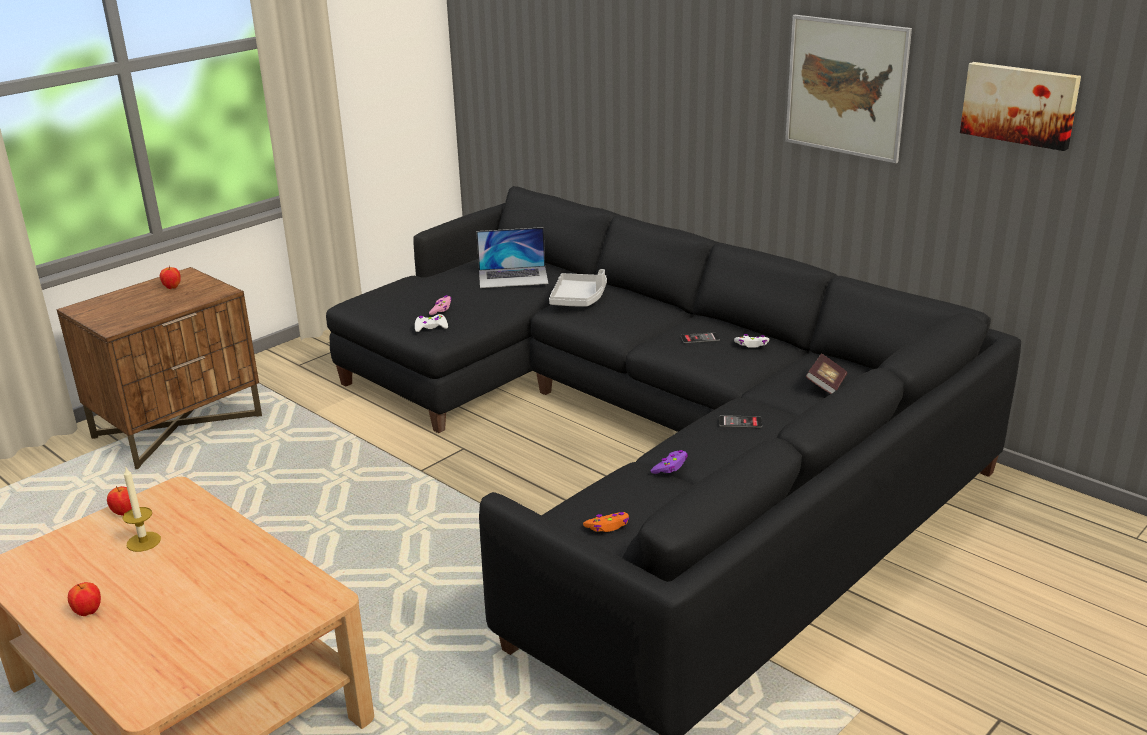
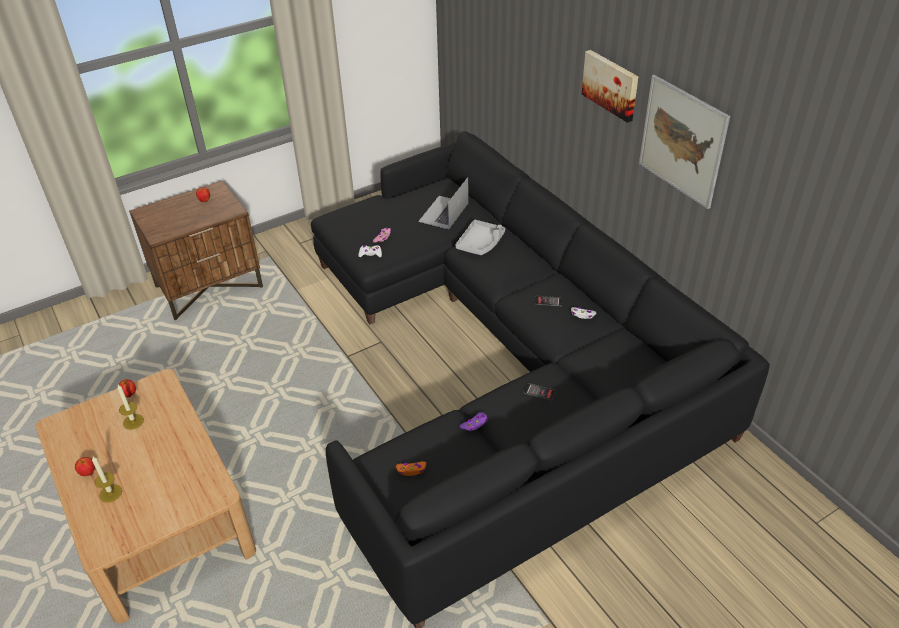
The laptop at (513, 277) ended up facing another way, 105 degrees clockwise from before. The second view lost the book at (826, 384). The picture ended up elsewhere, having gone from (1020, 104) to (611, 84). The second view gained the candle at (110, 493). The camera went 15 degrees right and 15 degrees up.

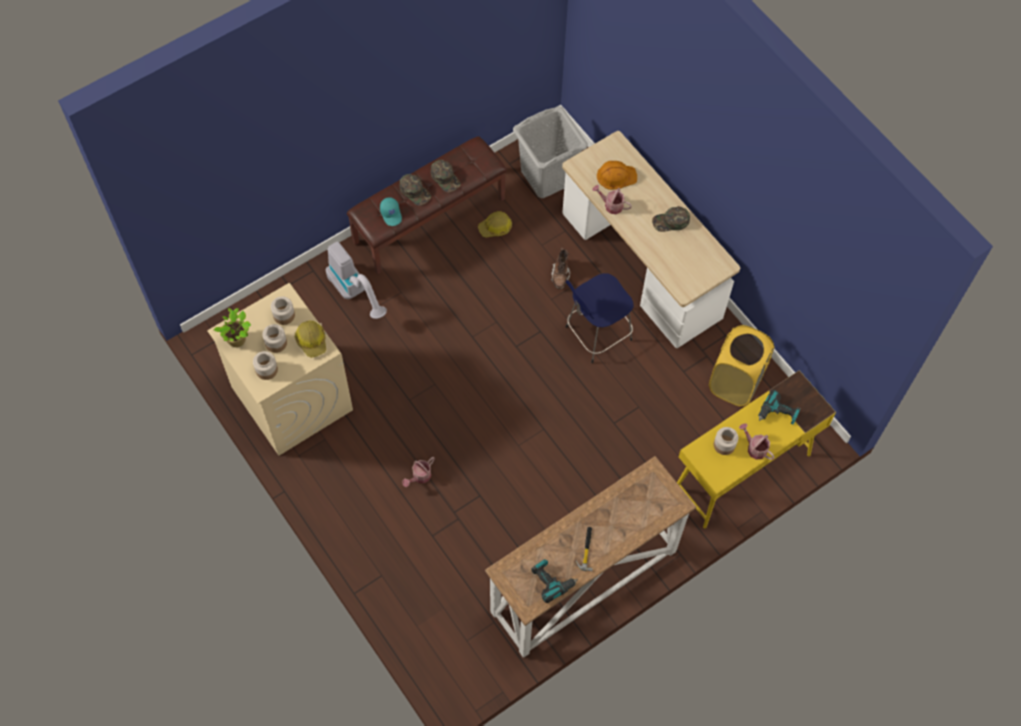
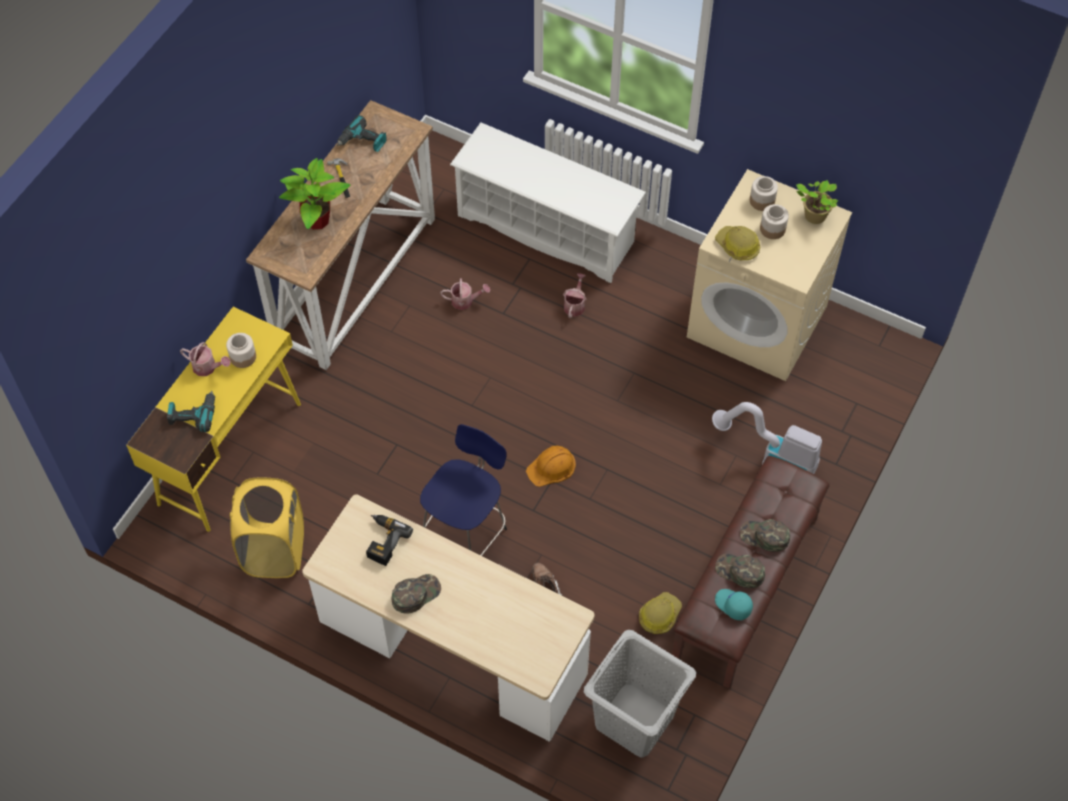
The second view lost the jar at (283, 315). The turquoise_cap ended up elsewhere, having gone from (391, 214) to (732, 605). The watering_can ended up elsewhere, having gone from (611, 205) to (465, 301). The orange_hard_hat ended up elsewhere, having gone from (616, 176) to (552, 467). The second view gained the potted_plant at (316, 220). The second view gained the power_drill at (383, 541). The second view gained the white_shoe_rack at (547, 229). The camera went 155 degrees right and 5 degrees down.

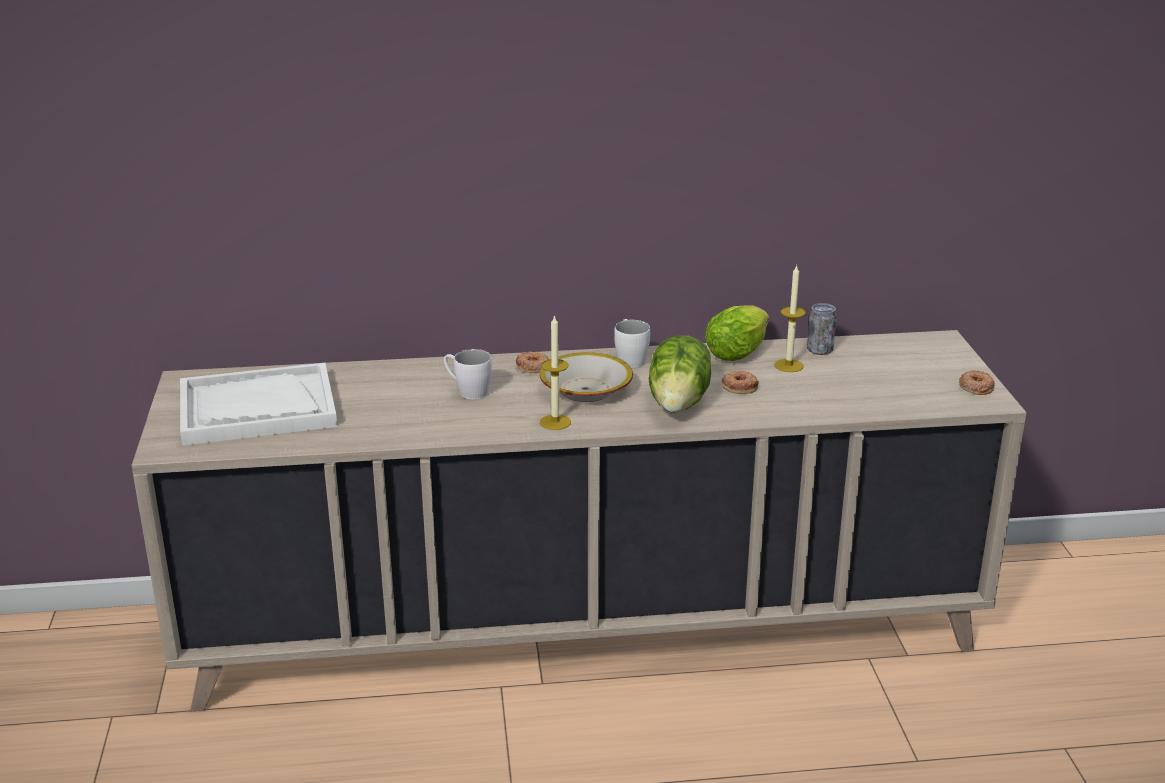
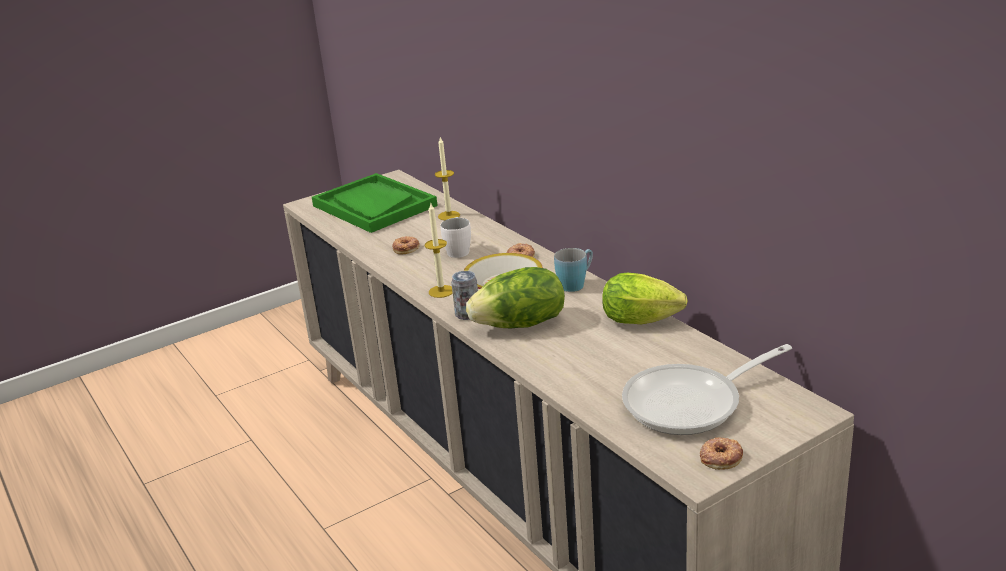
What was the white_tray at (257, 409) turned into the green_tray at (374, 206). What was the white_mug at (629, 359) turned into the blue_mug at (576, 283). The donut ended up elsewhere, having gone from (739, 386) to (406, 248). The candle ended up elsewhere, having gone from (788, 365) to (449, 215). The can ended up elsewhere, having gone from (819, 350) to (467, 314). The second view gained the frying_pan at (691, 403). The camera went 65 degrees right and 0 degrees up.

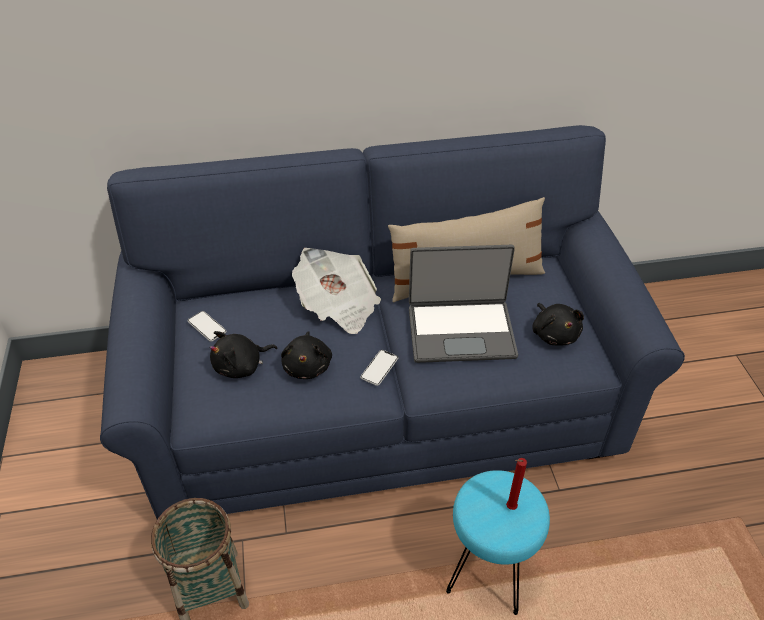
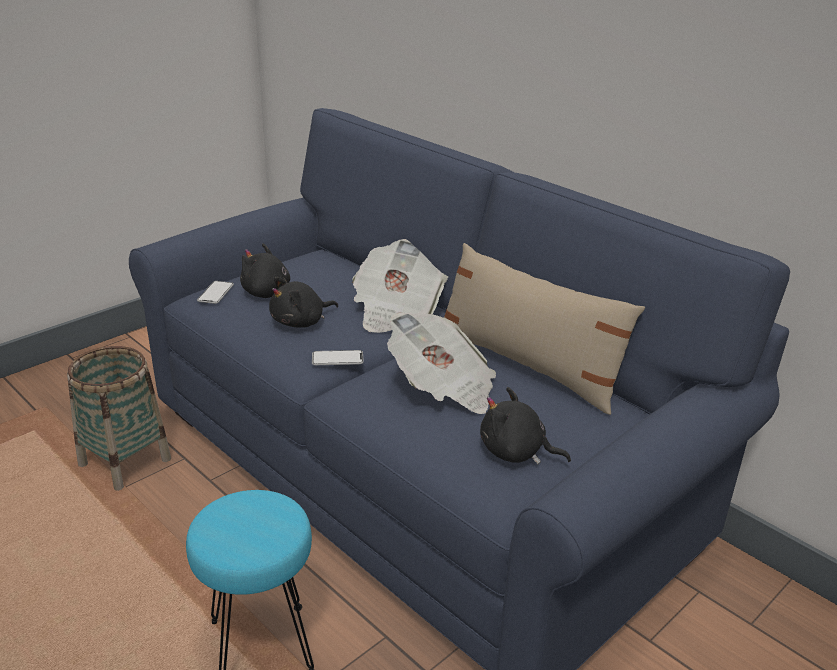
The phone ended up elsewhere, having gone from (207, 327) to (215, 293). Where the laptop stood at (461, 331), the newspaper came to stand at (442, 387). The second view lost the red_candle at (509, 508). The black_plush_toy at (554, 333) ended up facing another way, 75 degrees clockwise from before. The camera went 55 degrees right and 15 degrees down.

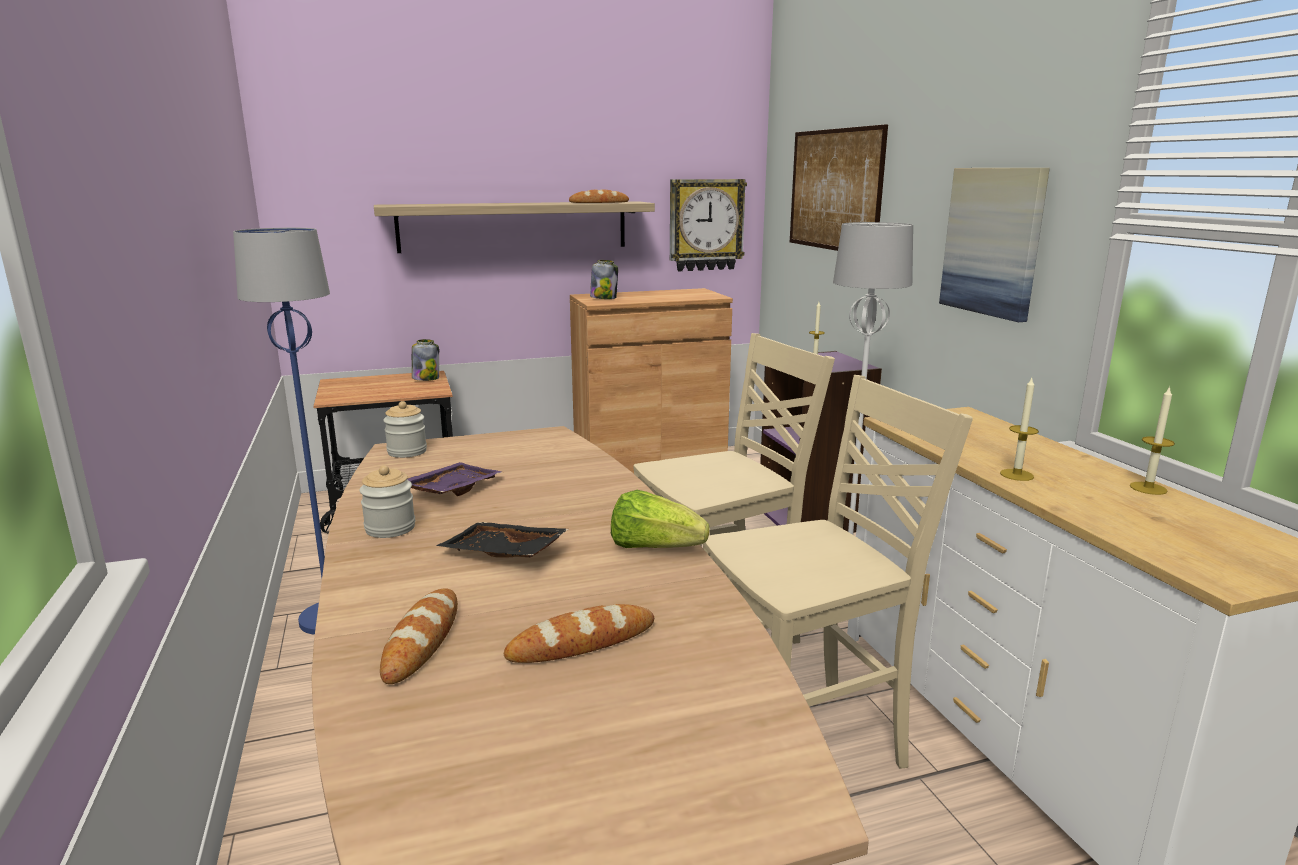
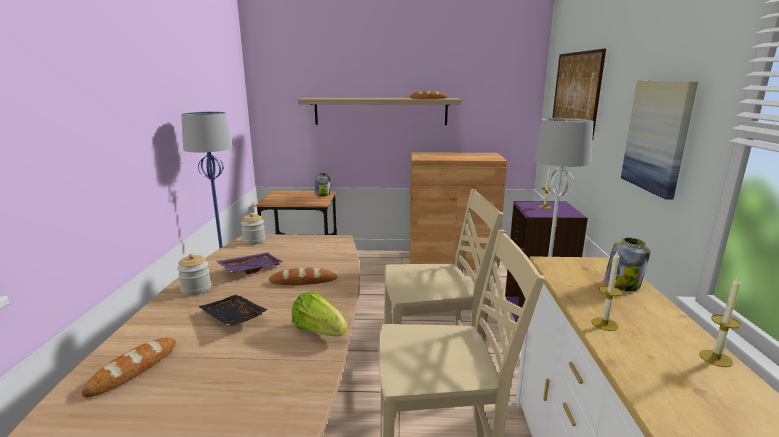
The bread ended up elsewhere, having gone from (582, 642) to (303, 281). The jar ended up elsewhere, having gone from (604, 298) to (622, 284). The second view lost the wall_clock at (705, 225). The camera went 20 degrees right and 0 degrees up.

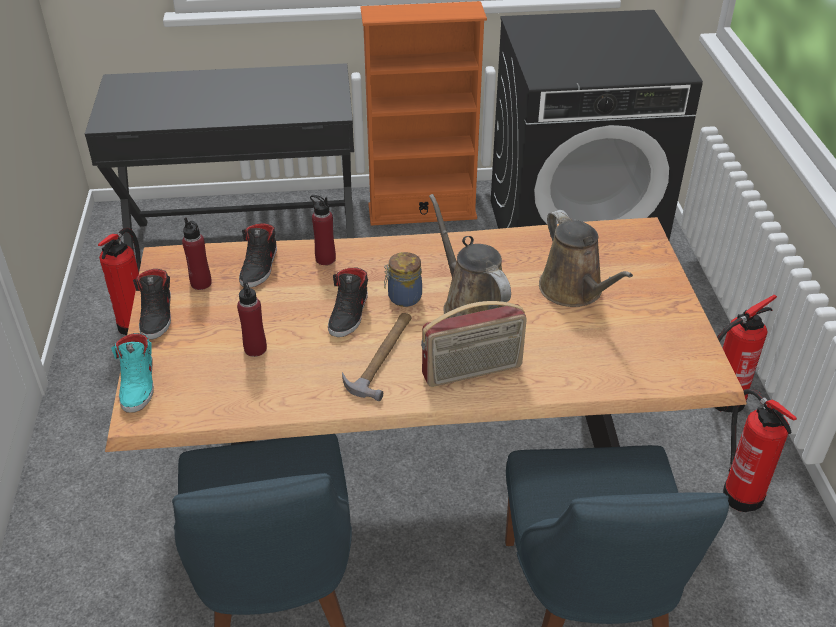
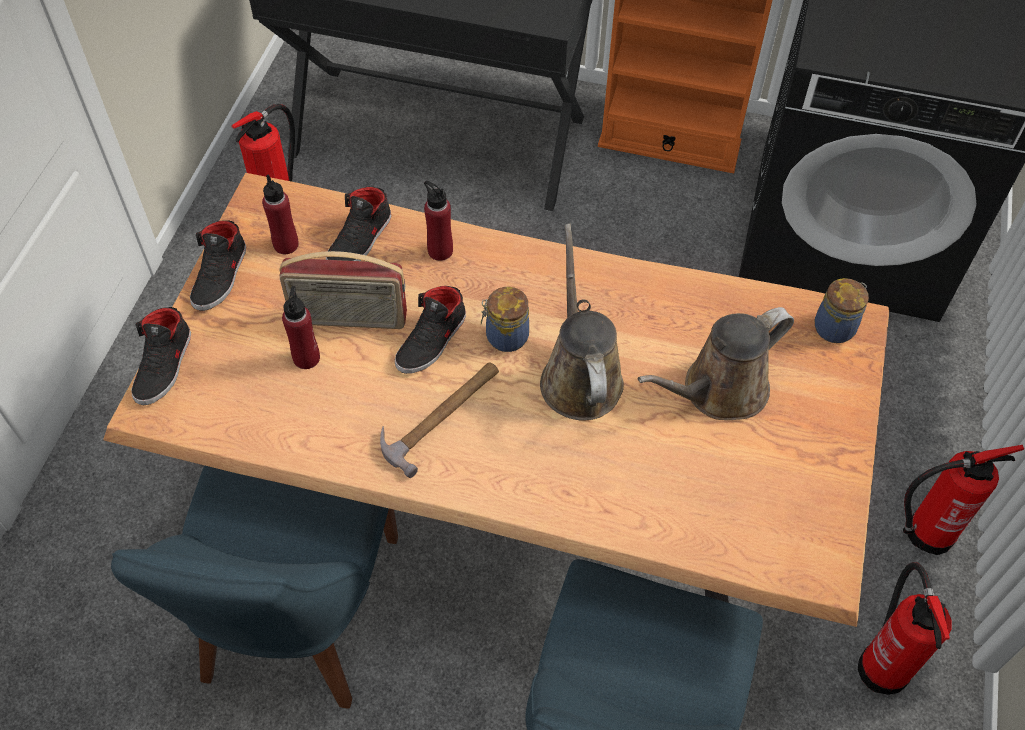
What was the turquoise_shoe at (139, 384) turned into the black_shoe at (164, 366). The radio ended up elsewhere, having gone from (472, 372) to (349, 319). The brown_watering_can at (574, 291) ended up facing another way, 60 degrees clockwise from before. The second view gained the jar at (835, 327). The camera went 20 degrees right and 15 degrees up.

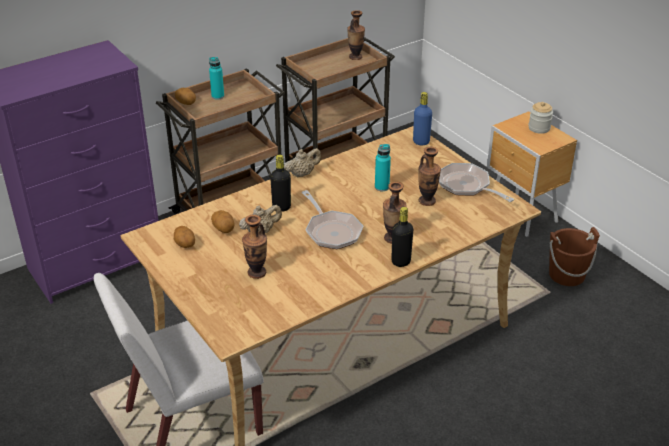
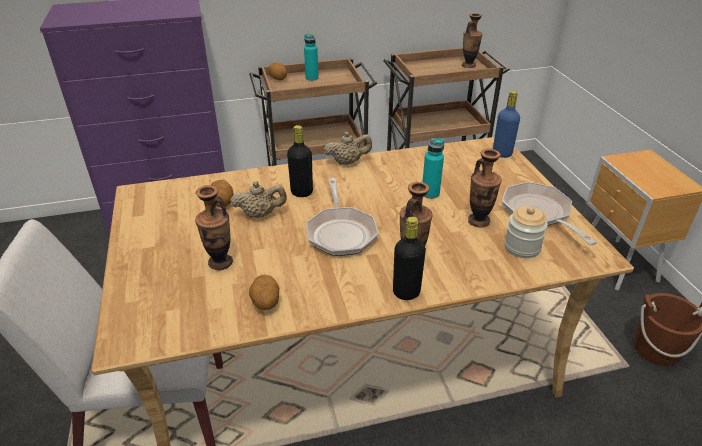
The potato ended up elsewhere, having gone from (184, 245) to (265, 303). The jar ended up elsewhere, having gone from (539, 128) to (522, 247). The camera went 20 degrees right and 0 degrees up.

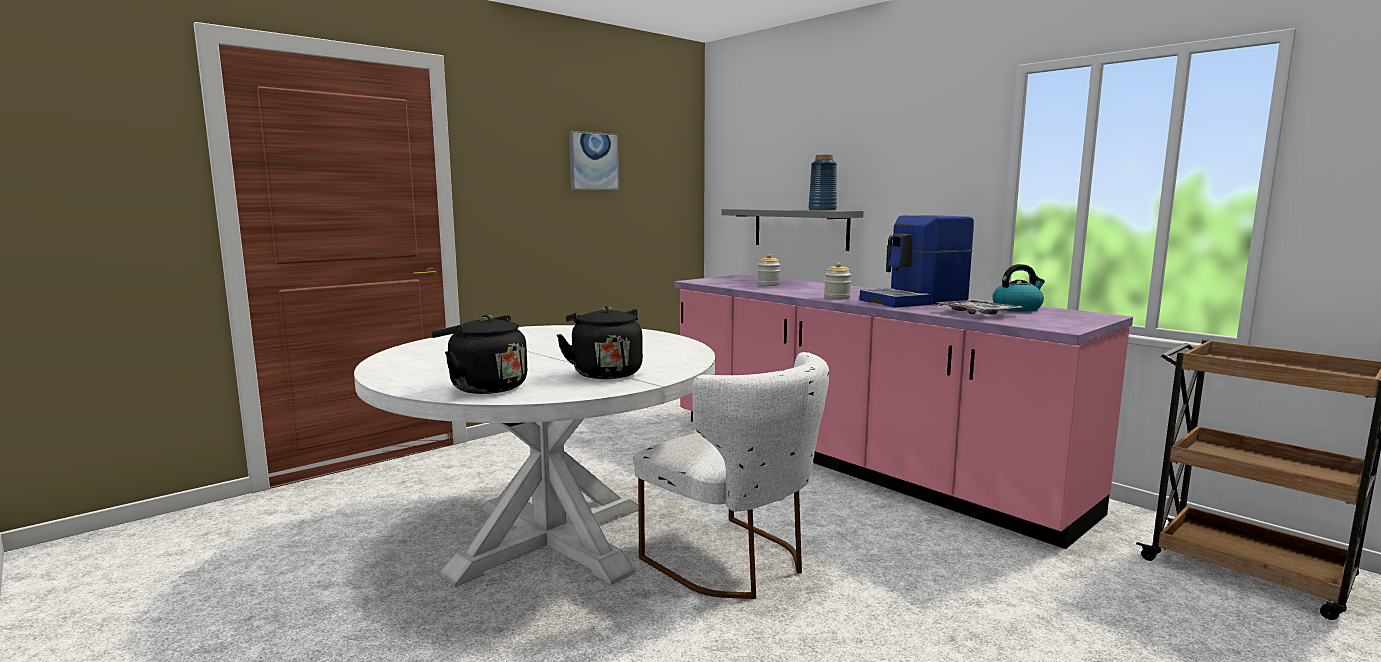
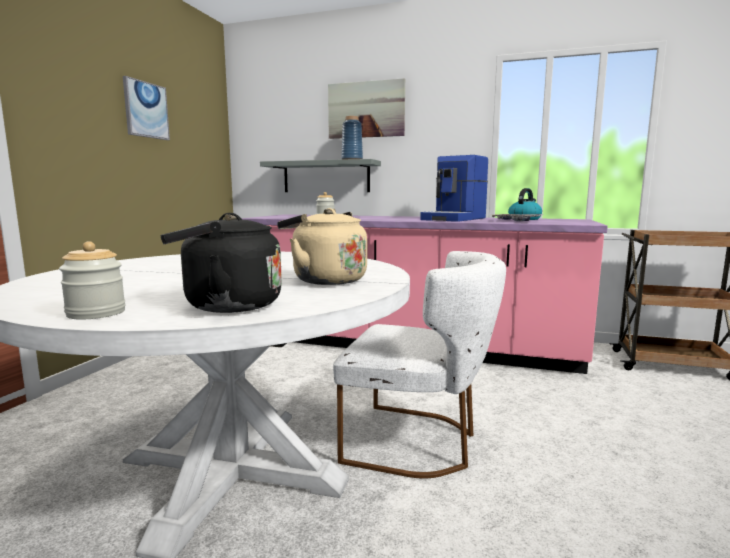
What was the black_kettle at (605, 373) turned into the beige_kettle at (325, 280). The jar ended up elsewhere, having gone from (837, 297) to (96, 313). The second view gained the picture at (366, 109). The camera went 30 degrees left and 0 degrees up.

